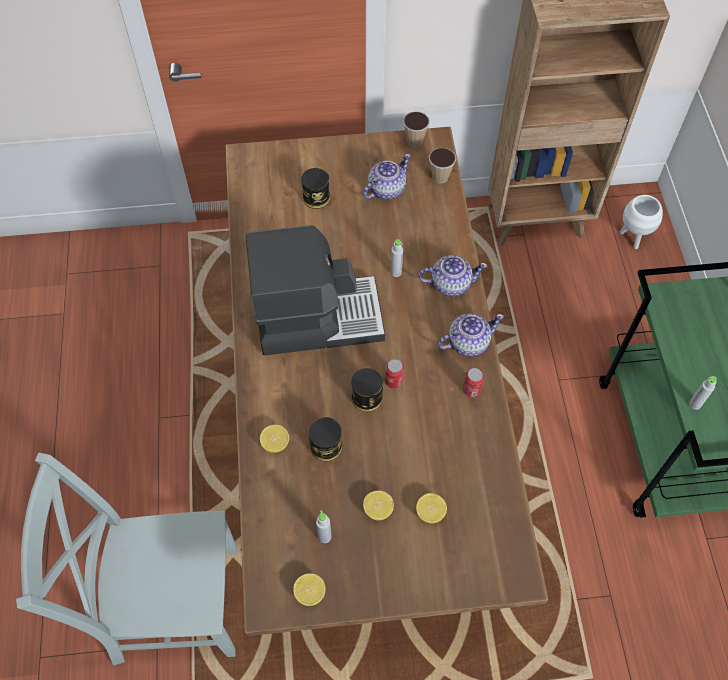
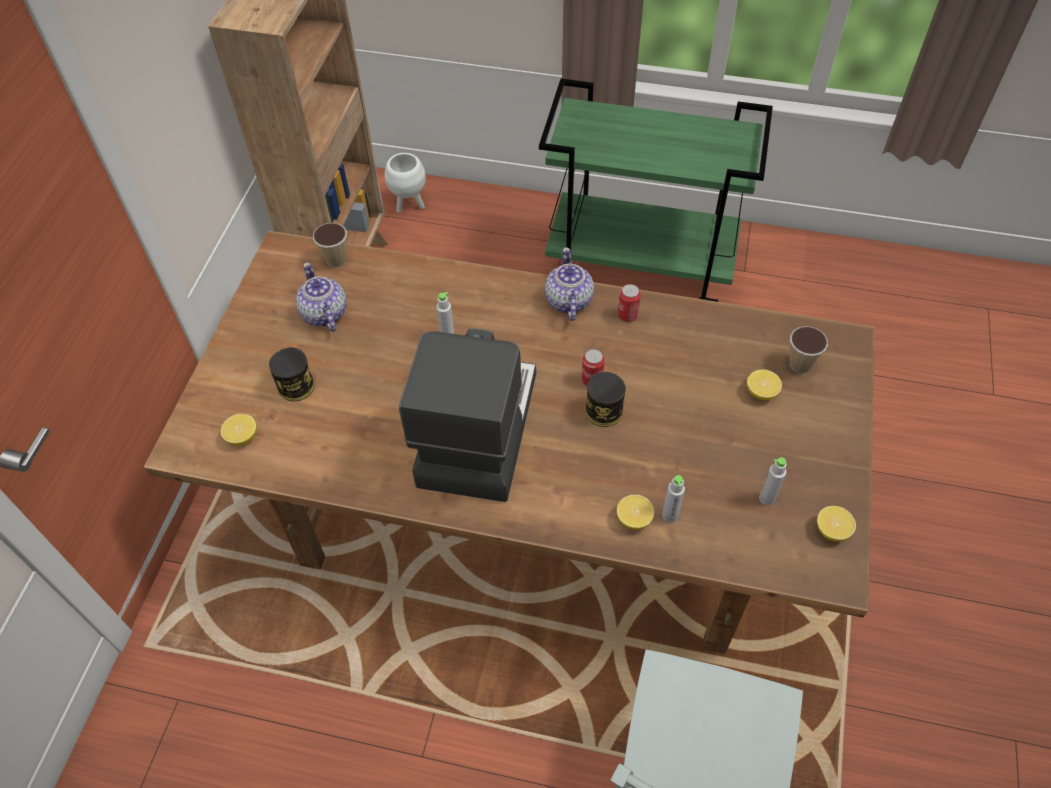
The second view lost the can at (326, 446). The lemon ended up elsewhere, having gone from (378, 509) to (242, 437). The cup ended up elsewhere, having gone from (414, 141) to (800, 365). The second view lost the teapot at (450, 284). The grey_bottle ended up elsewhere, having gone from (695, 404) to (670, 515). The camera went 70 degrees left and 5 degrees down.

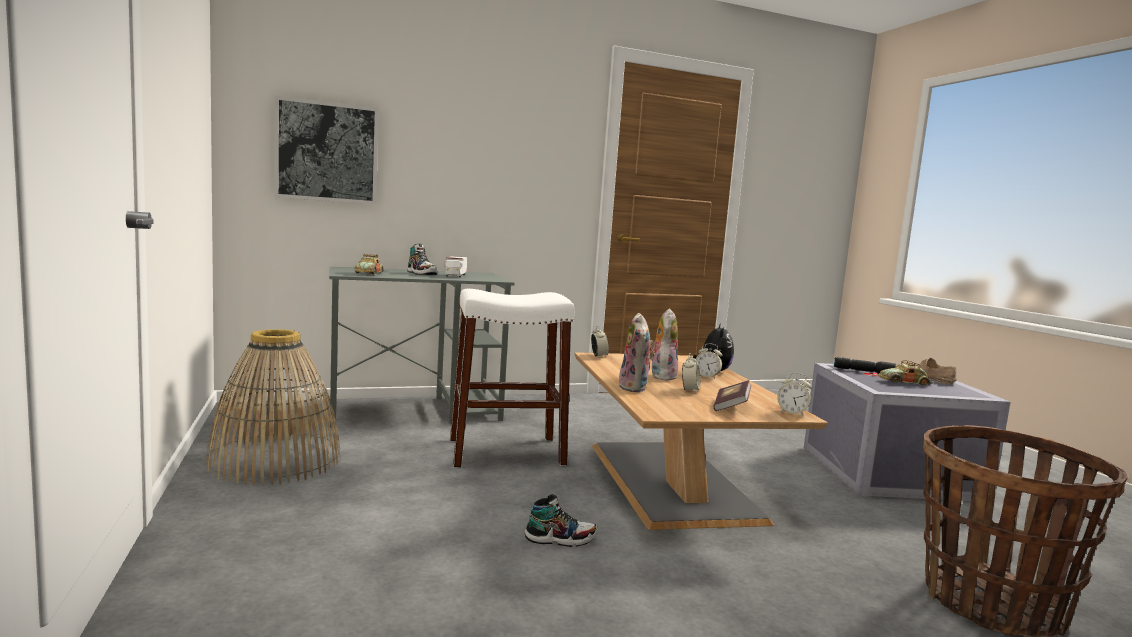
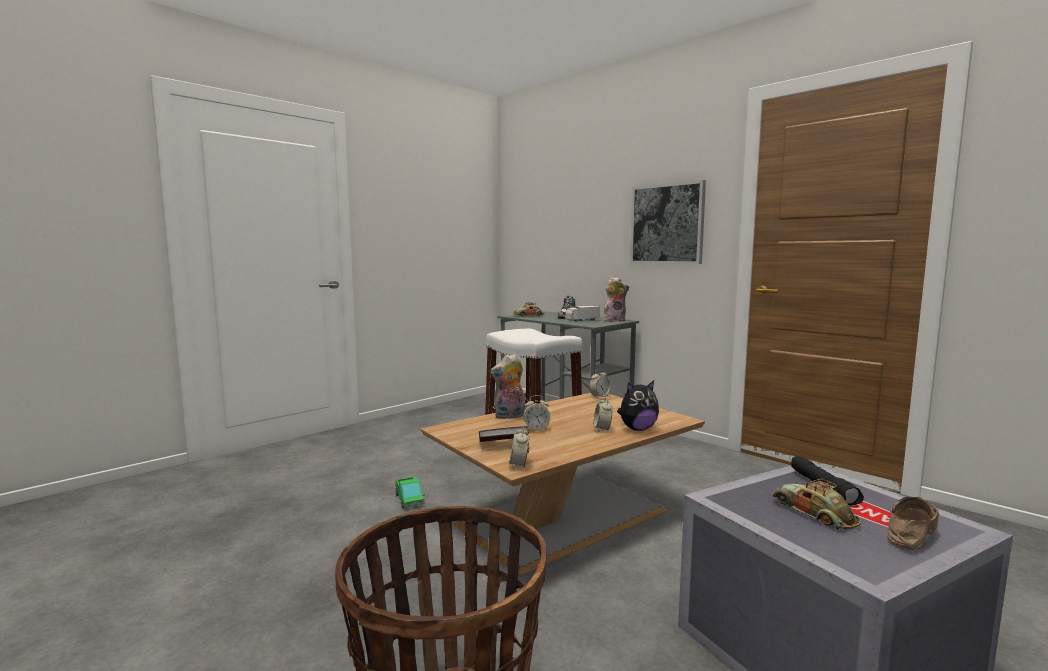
The second view lost the basket at (275, 460). The picture ended up elsewhere, having gone from (327, 152) to (667, 224). Where the shoe stood at (560, 539), the toy_truck came to stand at (409, 499). The plush_toy ended up elsewhere, having gone from (661, 376) to (614, 320). The camera went 65 degrees right and 0 degrees up.

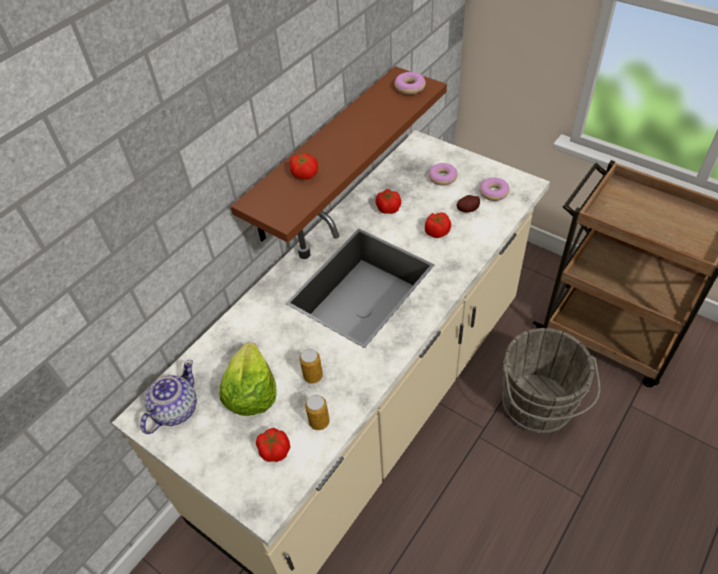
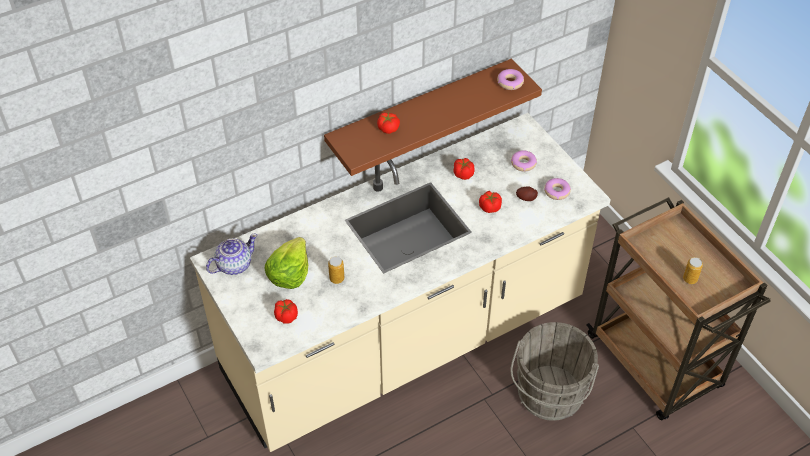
The can ended up elsewhere, having gone from (319, 422) to (690, 279). The camera went 20 degrees right and 0 degrees up.

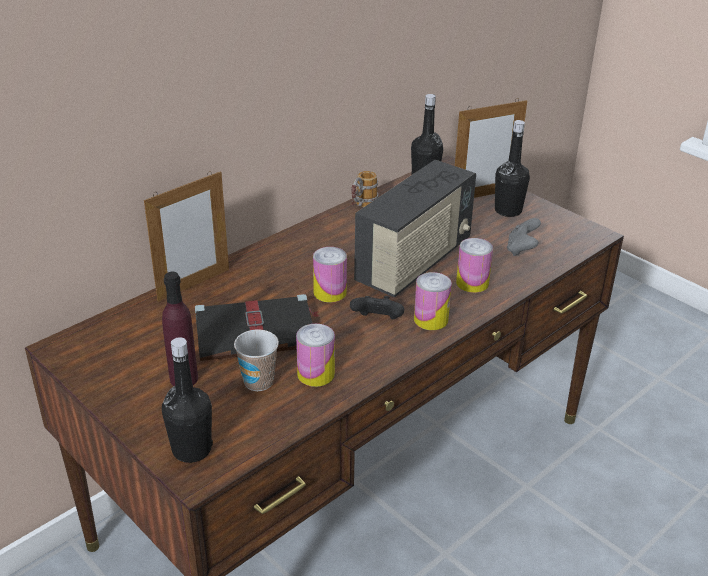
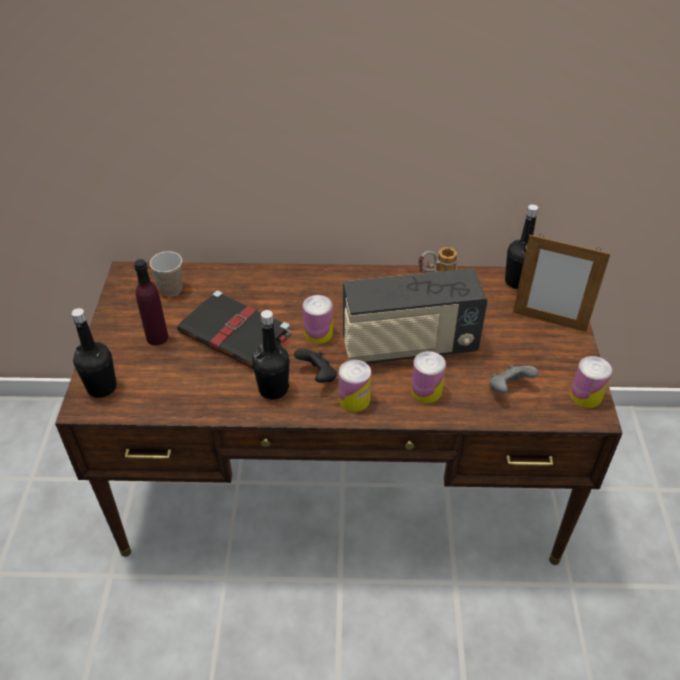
The second view lost the picture_frame at (194, 285). The cup ended up elsewhere, having gone from (258, 382) to (171, 289). The can ended up elsewhere, having gone from (316, 374) to (585, 396). The black_bottle ended up elsewhere, having gone from (508, 210) to (273, 389). The camera went 45 degrees right and 10 degrees up.

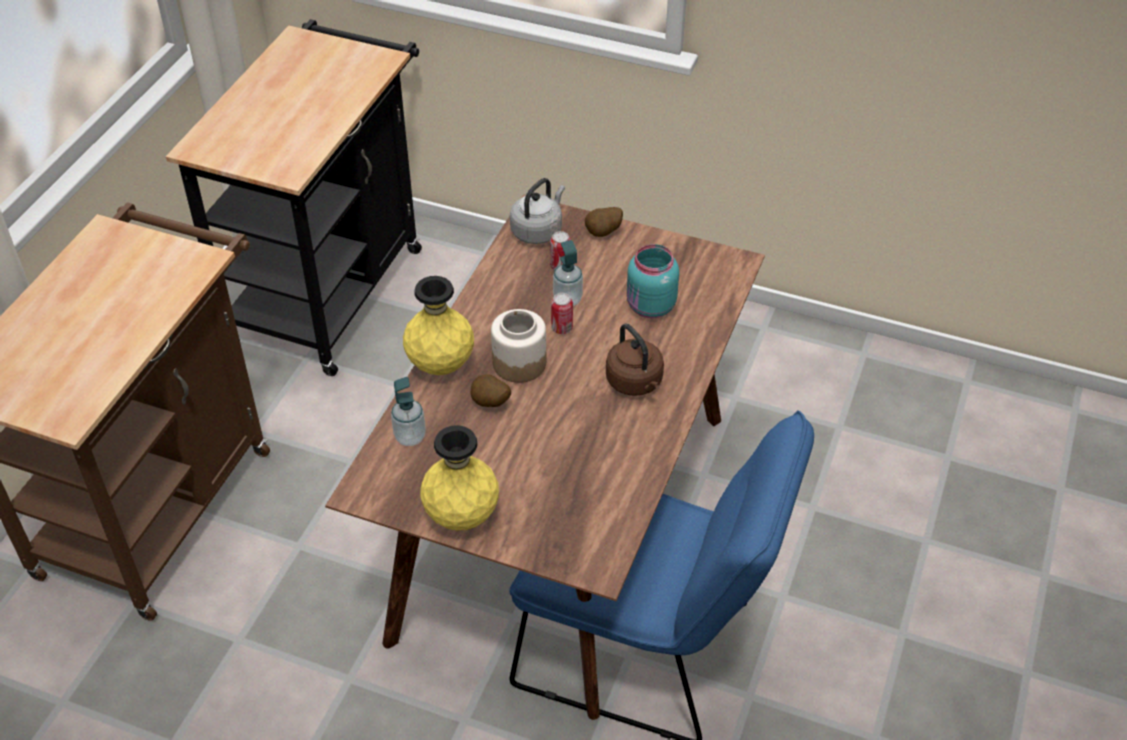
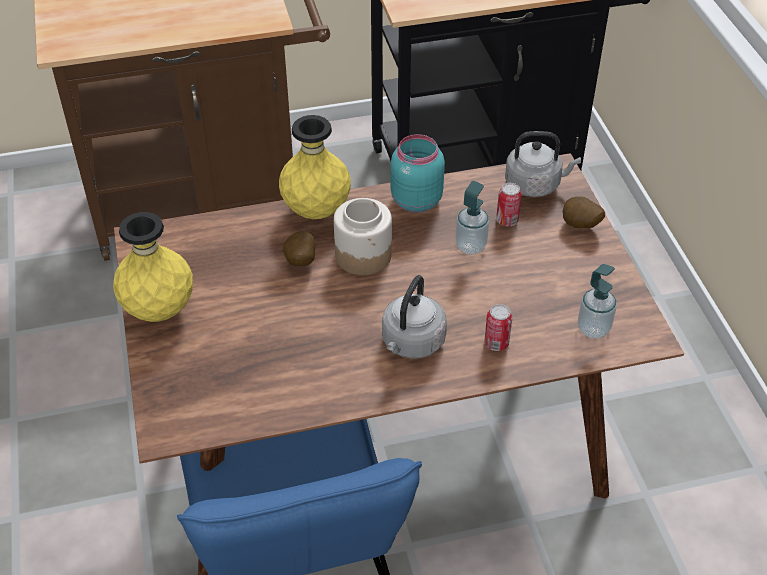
The soap_dispenser ended up elsewhere, having gone from (410, 437) to (593, 329). The can ended up elsewhere, having gone from (562, 328) to (496, 343). What was the brown_kettle at (636, 383) turned into the grey_kettle at (411, 343). The turquoise_jar ended up elsewhere, having gone from (650, 307) to (414, 200). The camera went 55 degrees right and 0 degrees up.

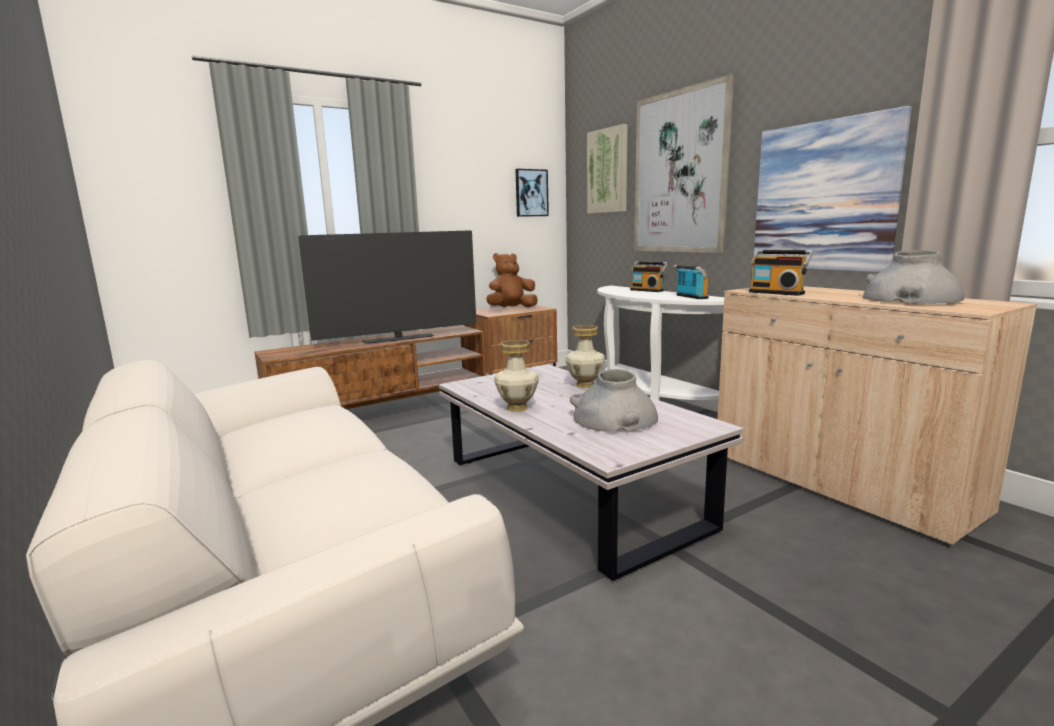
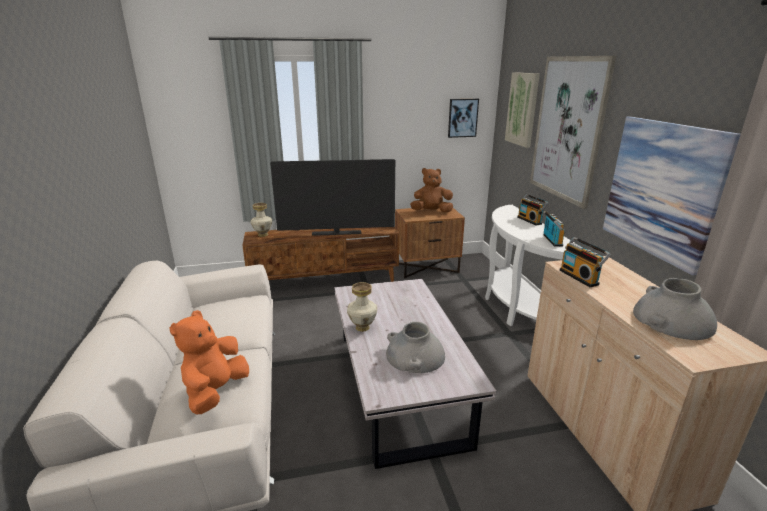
The vase ended up elsewhere, having gone from (585, 385) to (263, 235). The second view gained the orange_plush_toy at (216, 392). The camera went 20 degrees right and 10 degrees up.

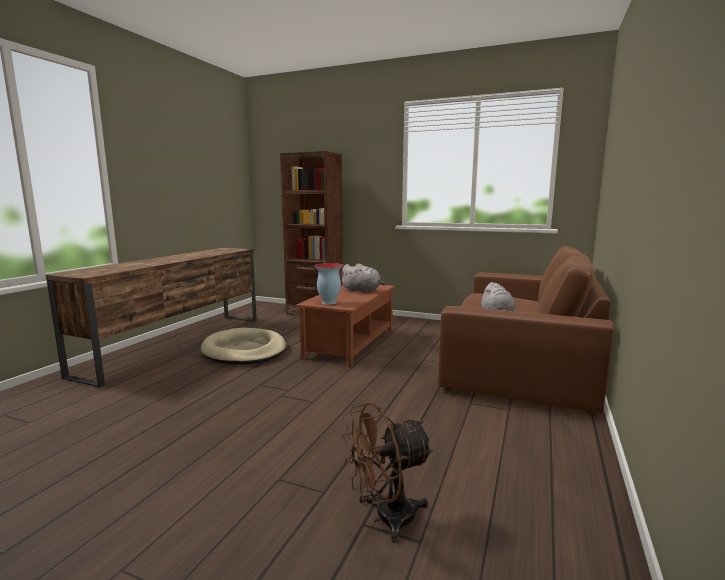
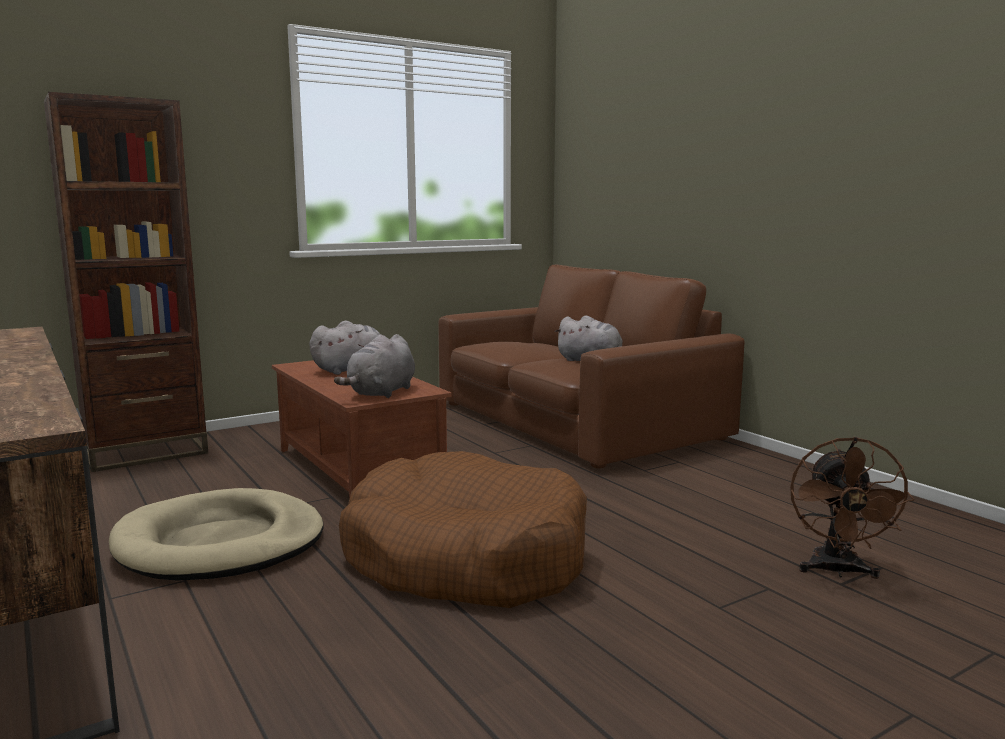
Where the vase stood at (328, 302), the grey_plush_toy came to stand at (381, 393). The second view gained the brown_dog_bed at (465, 557). The camera went 55 degrees left and 0 degrees up.

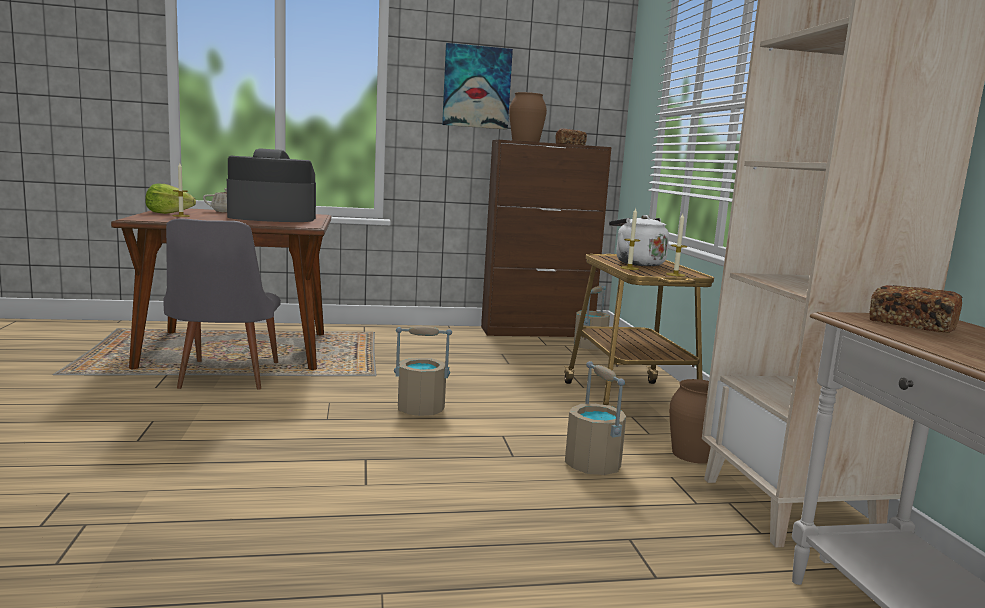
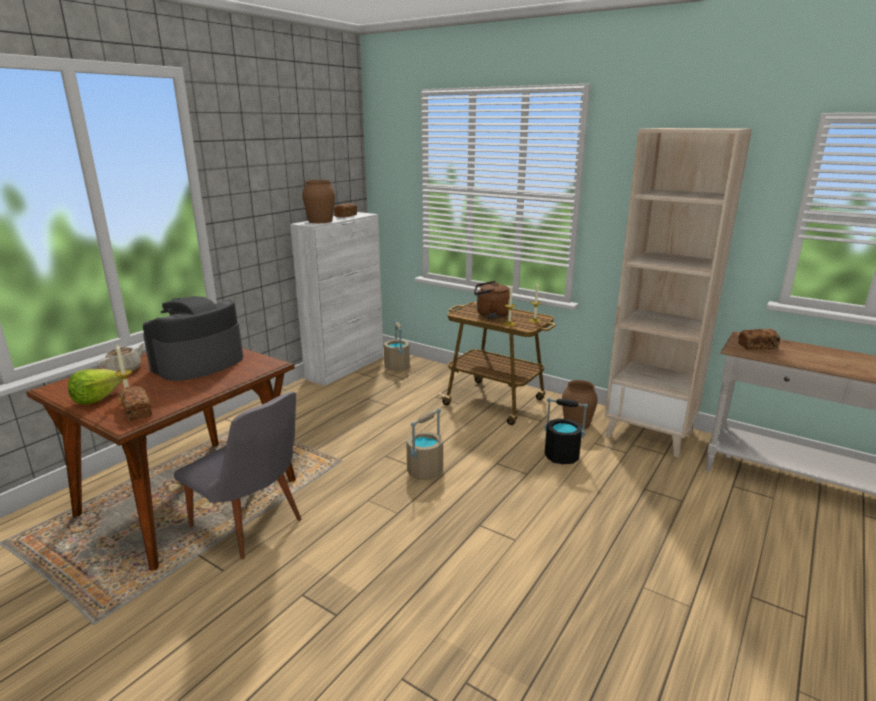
The second view lost the picture at (476, 87). What was the brown_cabinet at (537, 332) turned into the white_cabinet at (346, 367). What was the beige_bucket at (593, 465) turned into the black_bucket at (562, 456). What was the white_kettle at (636, 263) turned into the brown_kettle at (490, 315). The second view gained the bread at (137, 411). The camera went 45 degrees left and 10 degrees up.

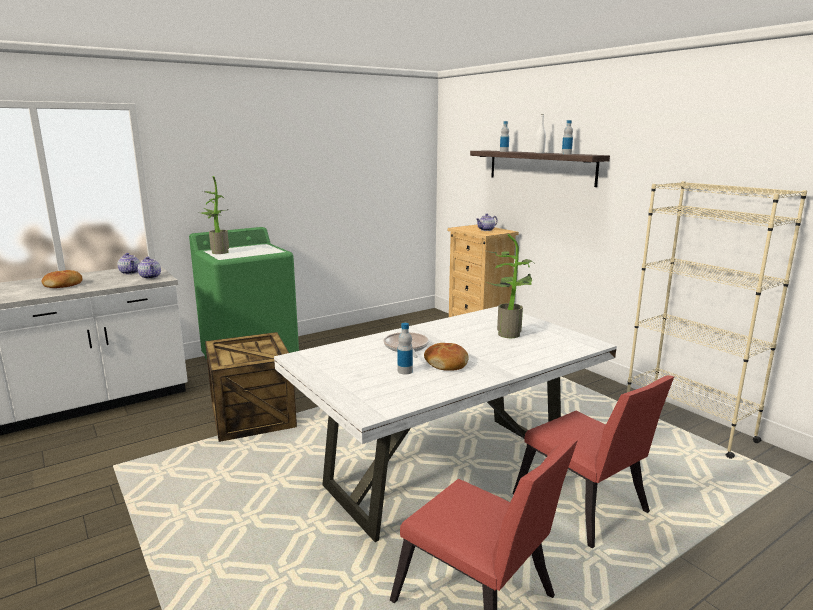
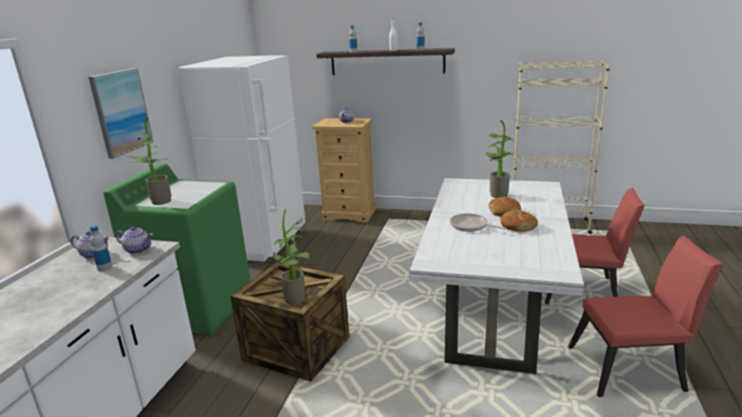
The bread ended up elsewhere, having gone from (64, 285) to (504, 212). The bottle ended up elsewhere, having gone from (405, 371) to (105, 268). The second view gained the picture at (121, 112). The second view gained the white_fridge at (263, 243). The second view gained the potted_plant at (297, 299). The camera went 40 degrees left and 5 degrees up.

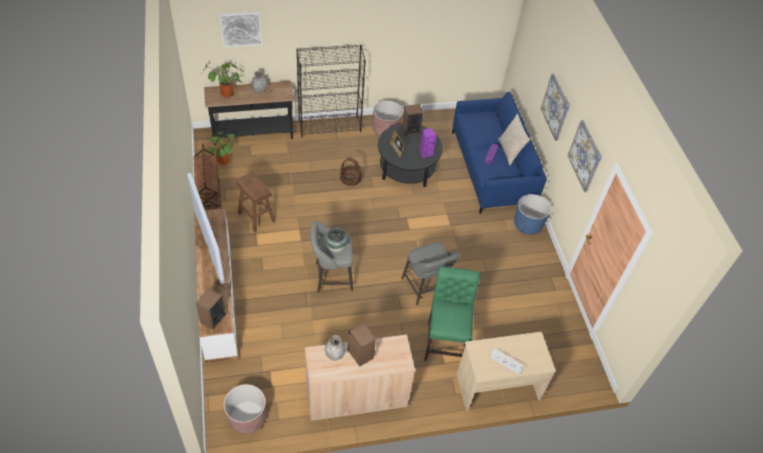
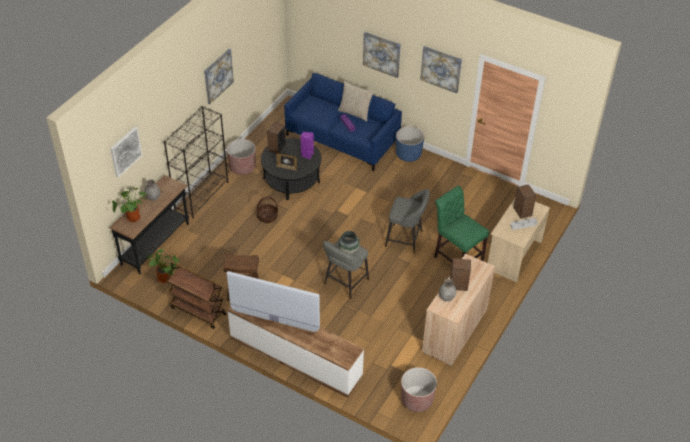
The speaker ended up elsewhere, having gone from (212, 318) to (522, 211). The second view gained the picture at (218, 76). The camera went 45 degrees left and 5 degrees down.

